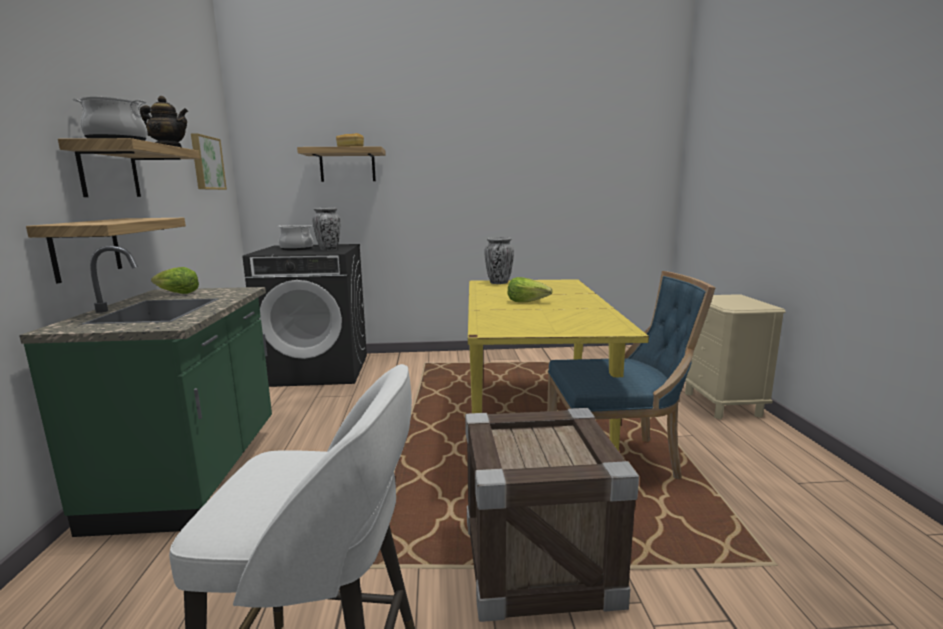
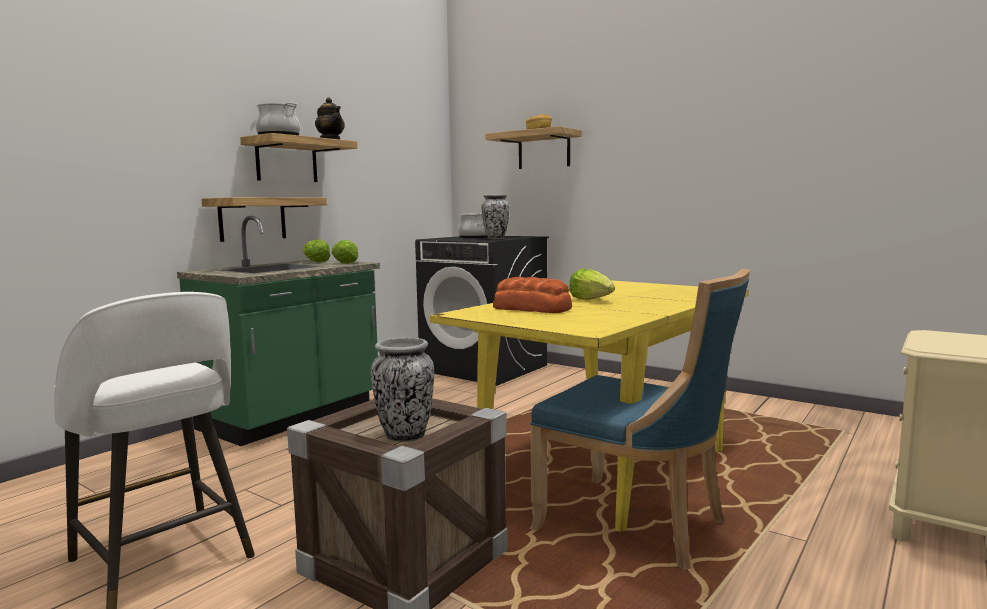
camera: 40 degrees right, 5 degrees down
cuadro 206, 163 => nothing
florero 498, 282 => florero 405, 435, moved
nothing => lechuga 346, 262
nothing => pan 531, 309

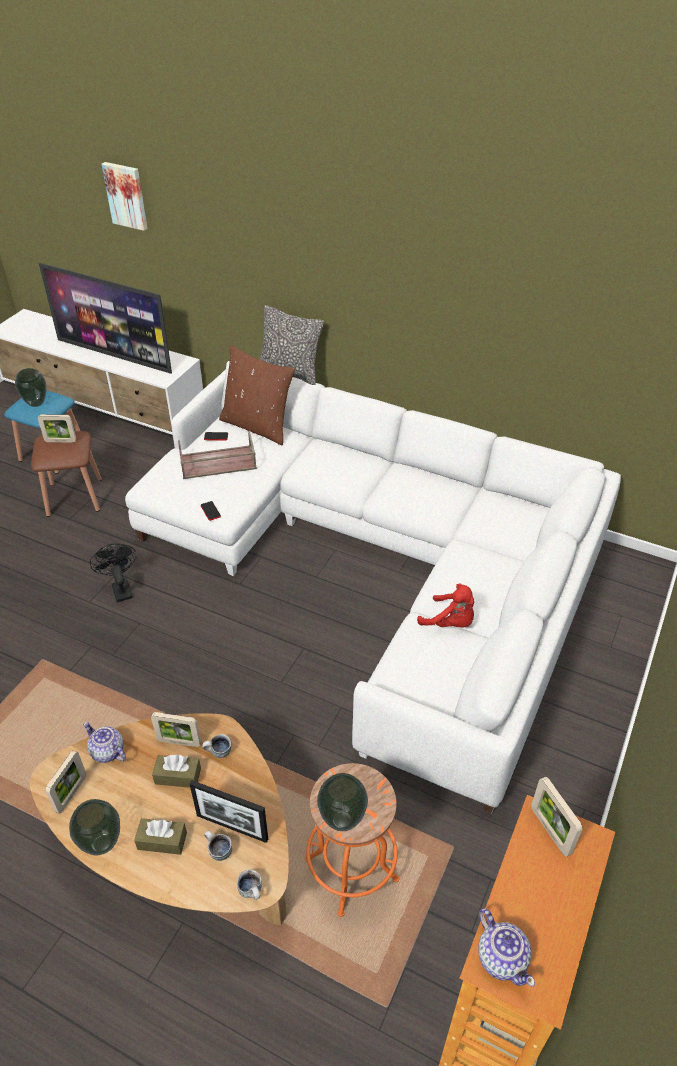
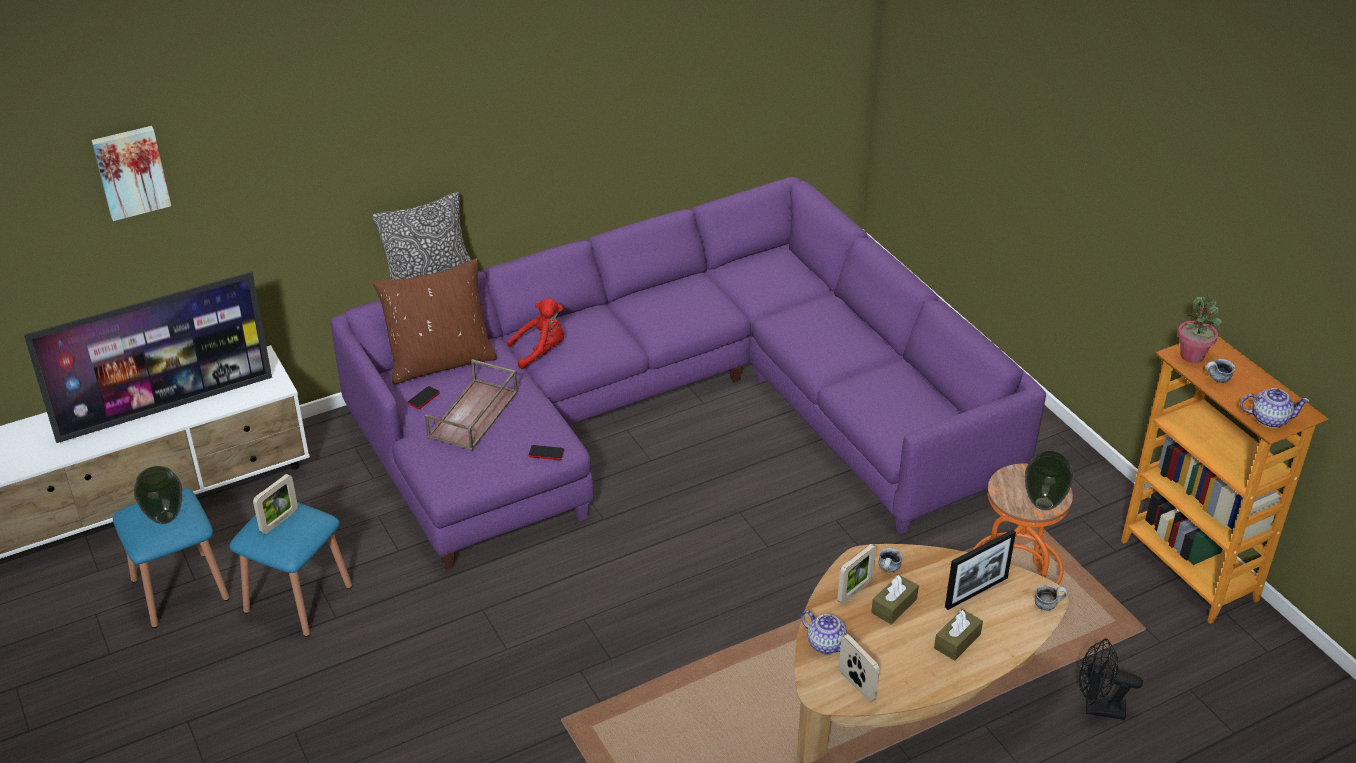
camera: 55 degrees left, 5 degrees down
taburete (marrón) 74, 497 => taburete (azul) 298, 598
florero 103, 844 => nothing
tetera 107, 752 => tetera 826, 644, 120 degrees counterclockwise
ventilador (negro) 120, 588 => ventilador (negro) 1098, 708, moved
sofá (blanco) 383, 563 => sofá (morado) 681, 407
taza grande 218, 851 => taza grande 1216, 380, moved
peluche (rojo) 450, 622 => peluche (rojo) 541, 351, moved
portarretratos 550, 831 => planta en maceta 1192, 356

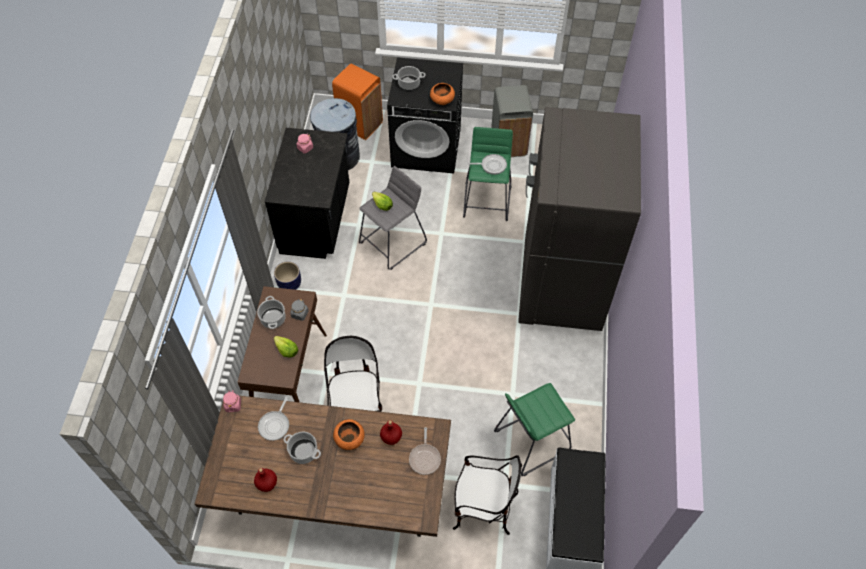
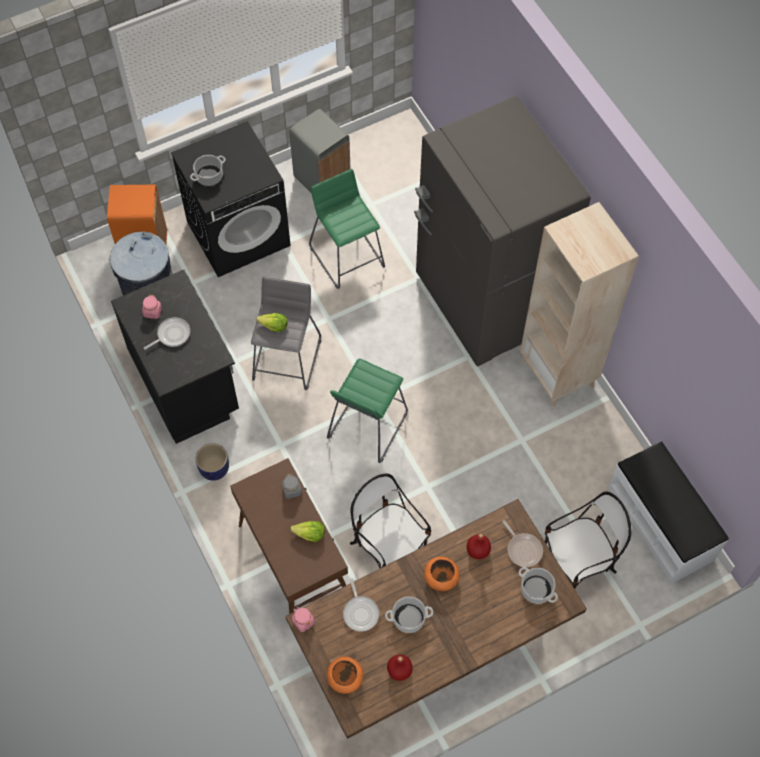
camera: 35 degrees left, 5 degrees up
olla 273, 318 => olla 536, 589, moved
cuenco (naranja) 442, 100 => cuenco (naranja) 345, 678, moved
sartén 492, 165 => sartén 172, 335, moved
taburete (verde) 531, 441 => taburete (verde) 367, 426, moved
nothing => estantería (beis) 558, 374

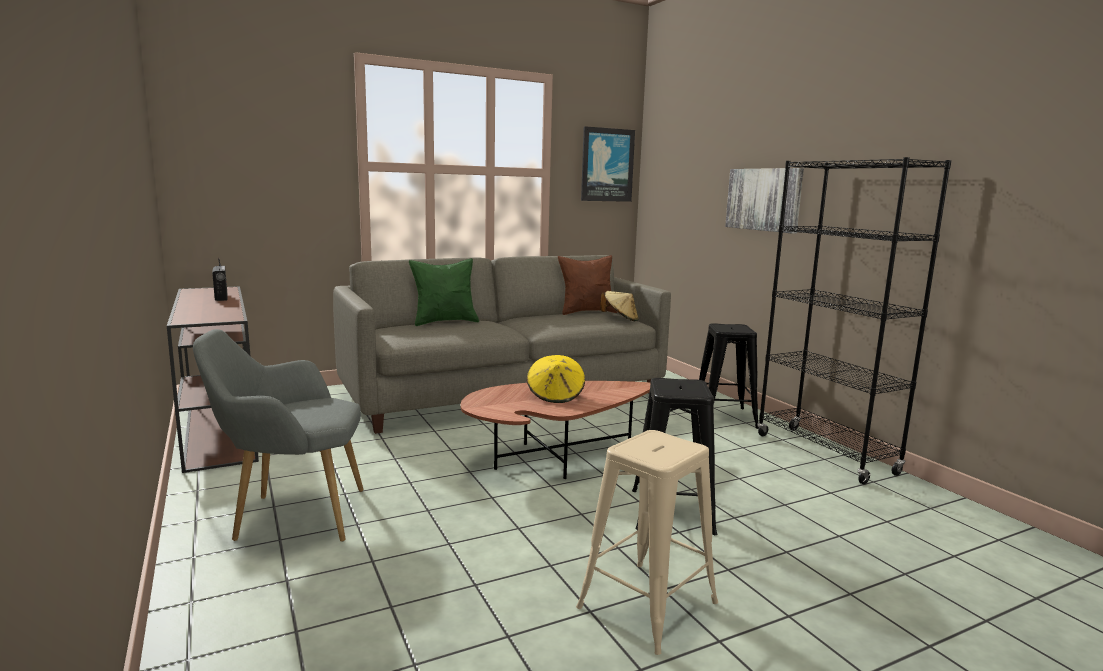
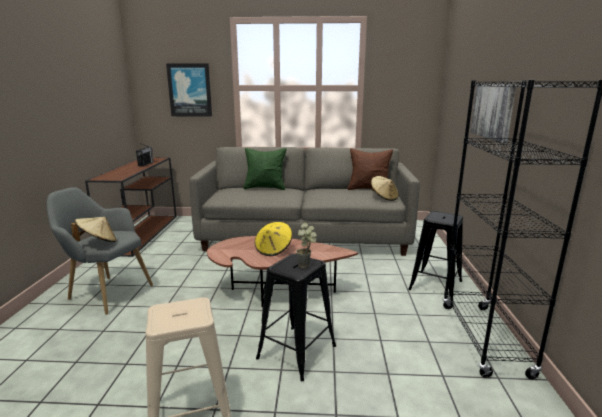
camera: 30 degrees right, 5 degrees up
cuadro 607, 165 => cuadro 190, 90, moved
nothing => sombrero (beis) 97, 243
nothing => planta en maceta 307, 266

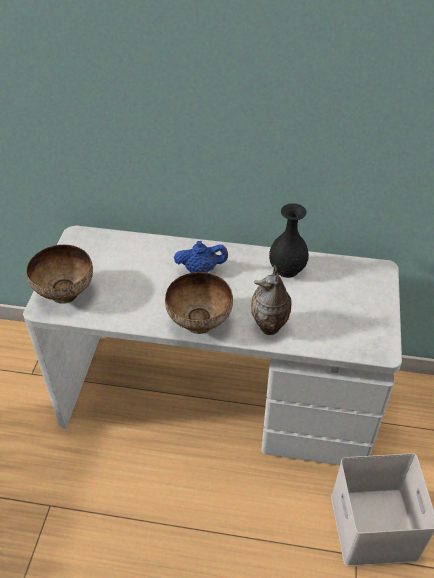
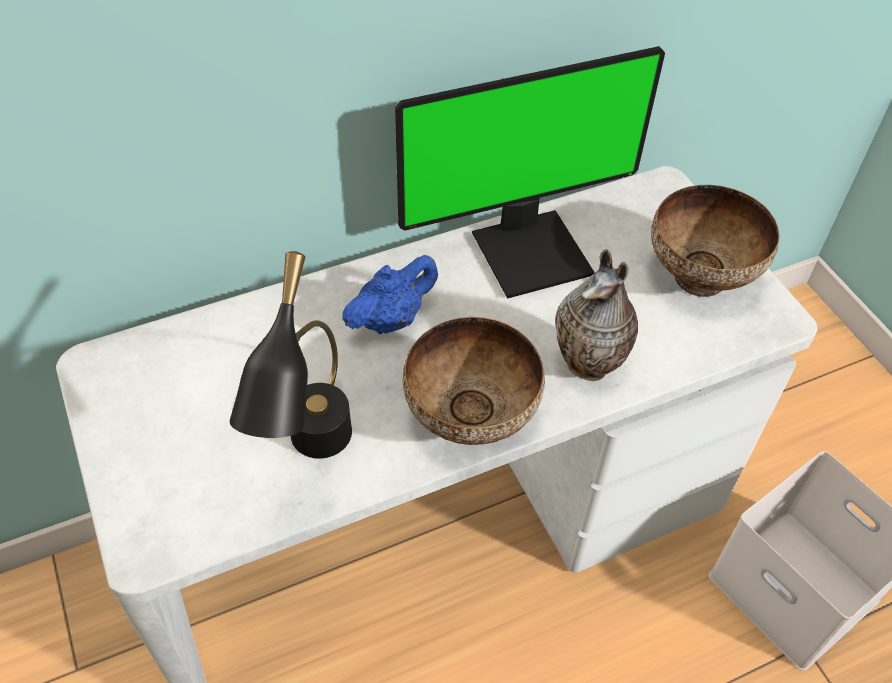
camera: 35 degrees left, 5 degrees up
cuenco 66, 293 => cuenco 701, 277, moved
florero (negro) 287, 269 => monitor 530, 250
nothing => lámpara de mesa (negro) 312, 458

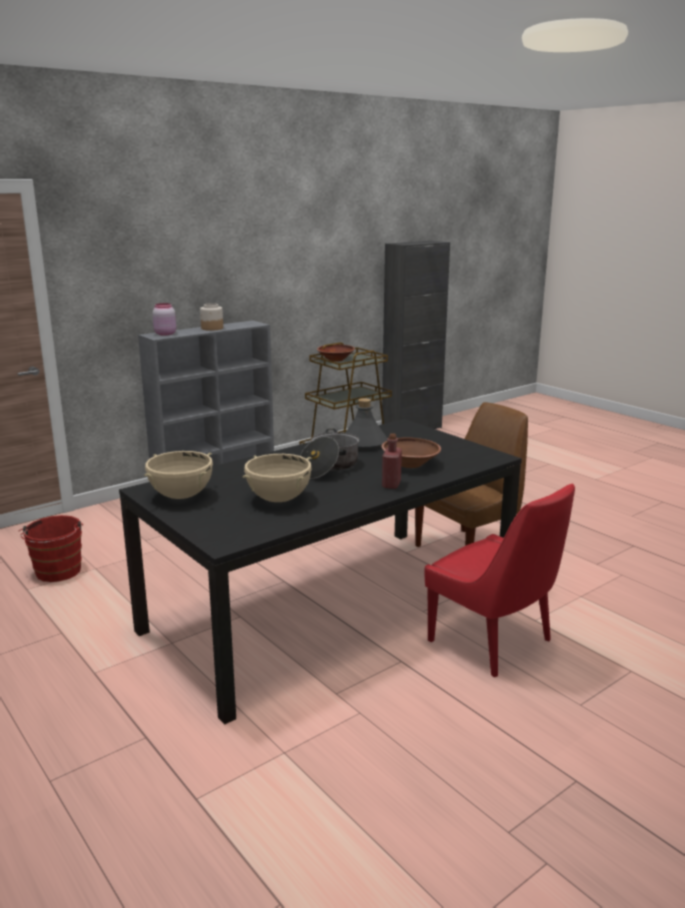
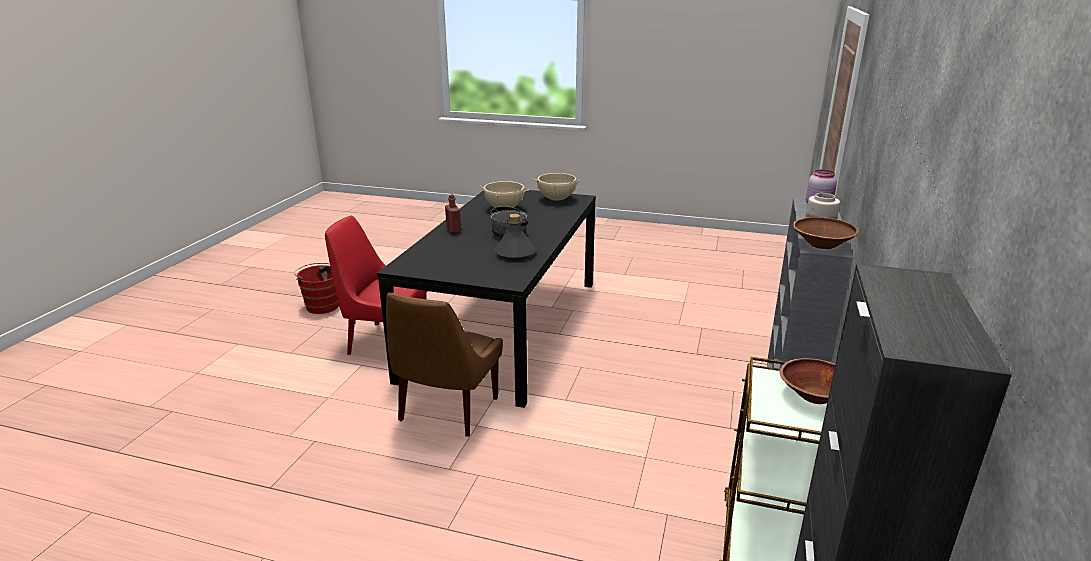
camera: 145 degrees right, 5 degrees up
cubo (rojo) 57, 573 => cubo (rojo) 321, 305, moved
cuenco (marrón) 410, 464 => cuenco (marrón) 822, 245, moved

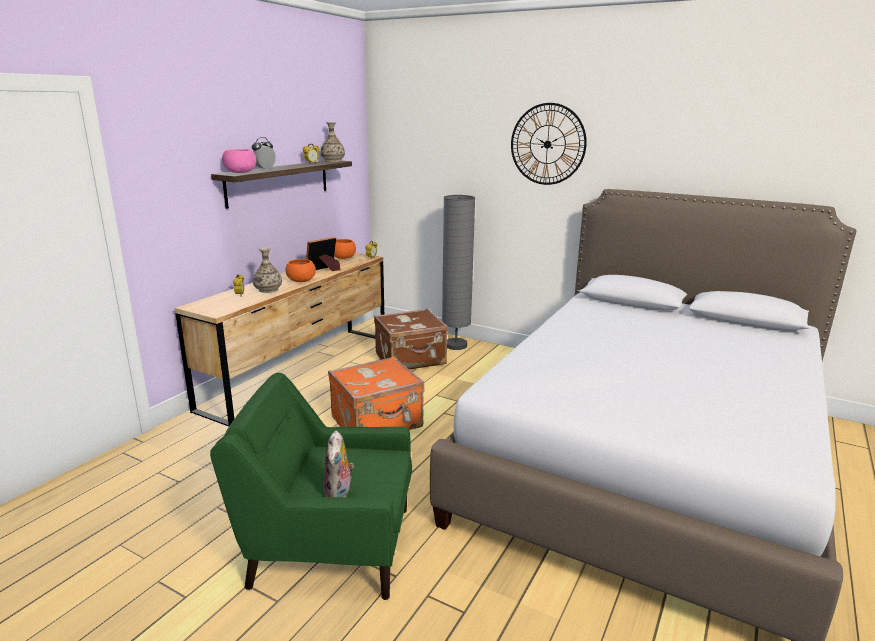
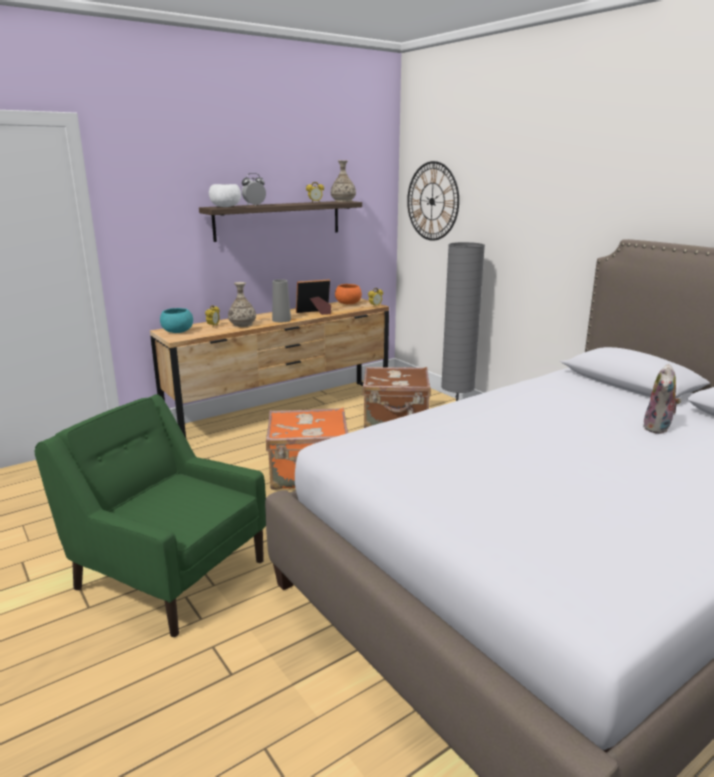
camera: 25 degrees right, 0 degrees up
cuenco (rosa) 240, 172 => cuenco (blanco) 226, 207
cuenco (naranja) 301, 281 => florero (gris) 281, 320
peluche 339, 494 => peluche 658, 428, moved
reloj de pared 547, 144 => reloj de pared 432, 201, moved
nothing => cuenco (turquesa) 177, 332

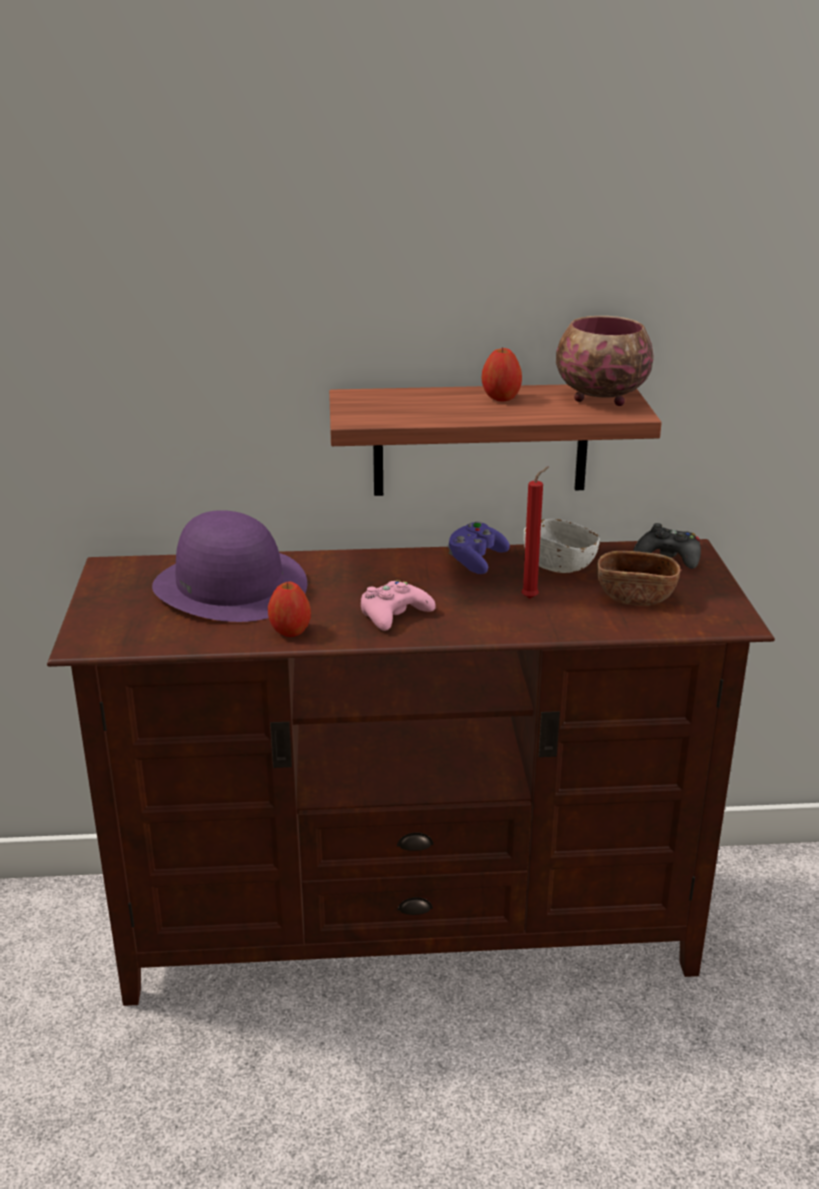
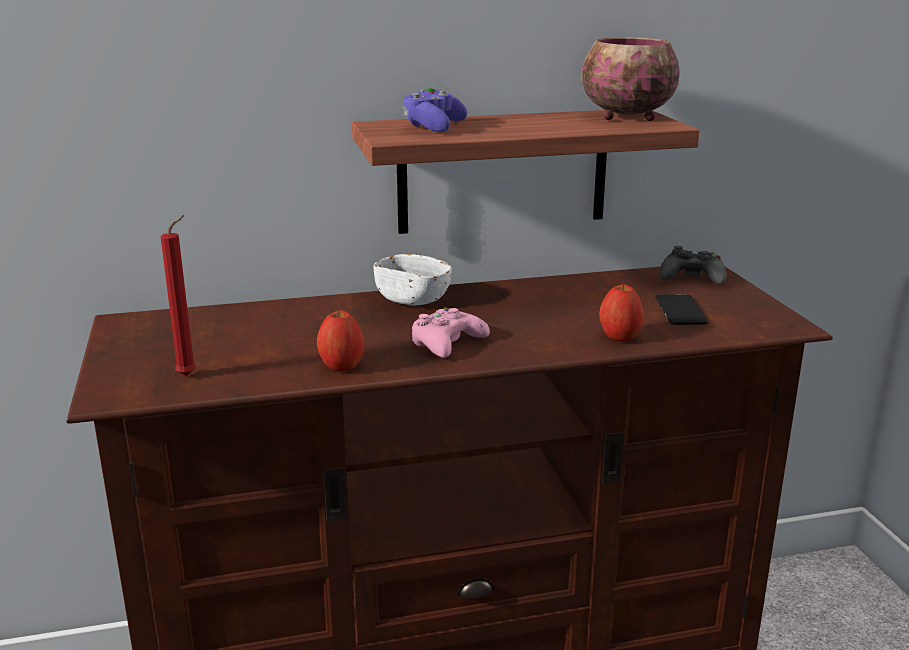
camera: 10 degrees left, 5 degrees down
sombrero (morado) 231, 586 => nothing
mando de consola (morado) 476, 561 => mando de consola (morado) 433, 127, moved
manzana 501, 398 => manzana 619, 337, moved
vela (rojo) 532, 598 => vela (rojo) 190, 375, moved
cuenco (blanco) 559, 564 => cuenco (blanco) 412, 299, moved
cuenco (marrón) 635, 596 => móvil 680, 311

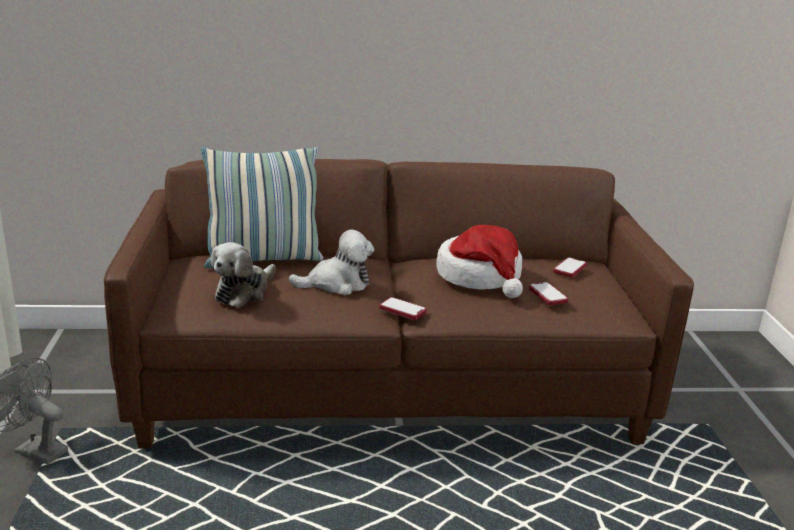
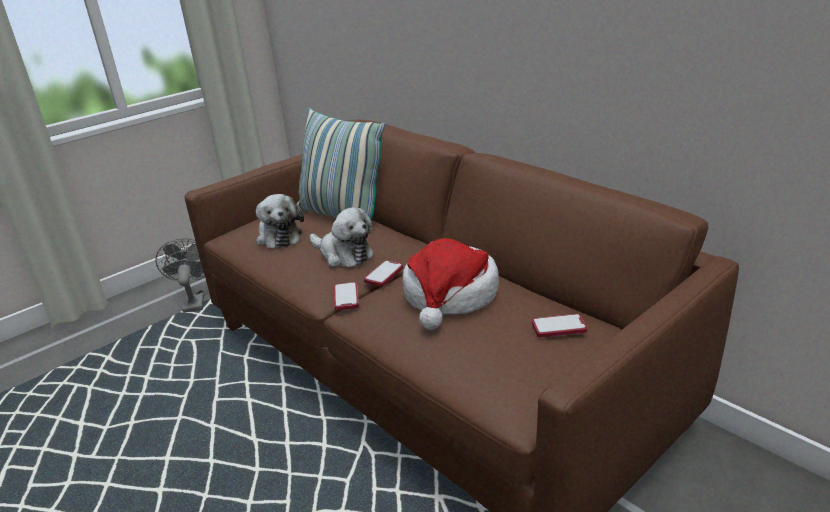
camera: 55 degrees right, 5 degrees up
peluche 244, 292 => peluche 279, 236, 105 degrees counterclockwise
móvil 548, 295 => móvil 384, 275, moved

